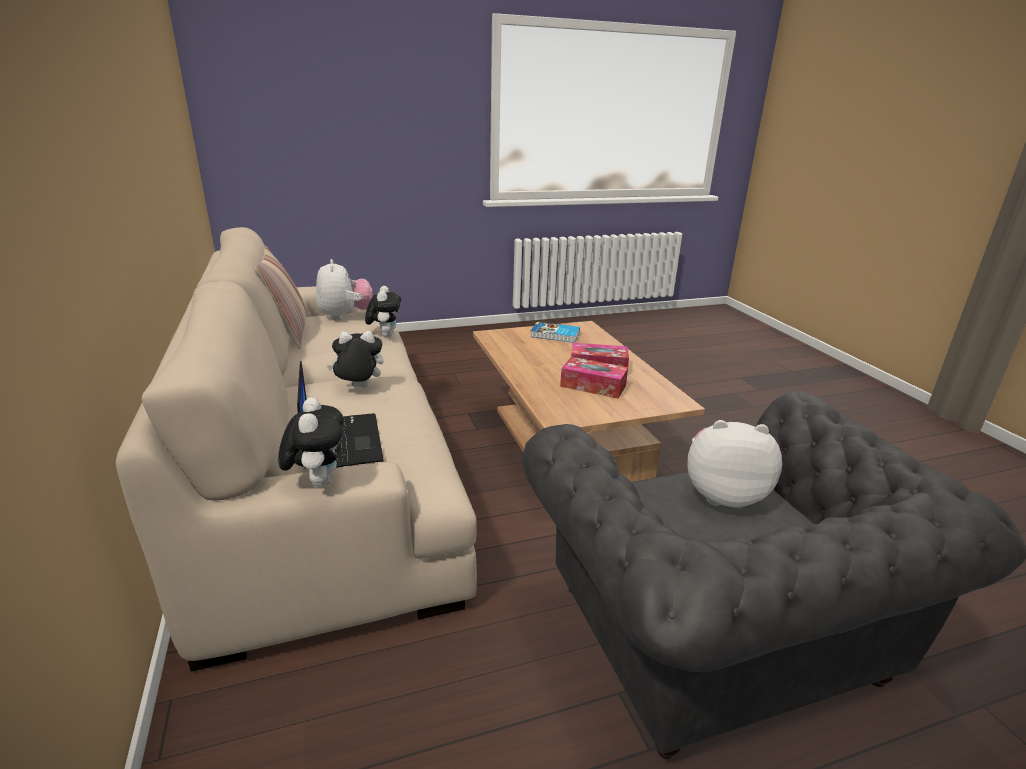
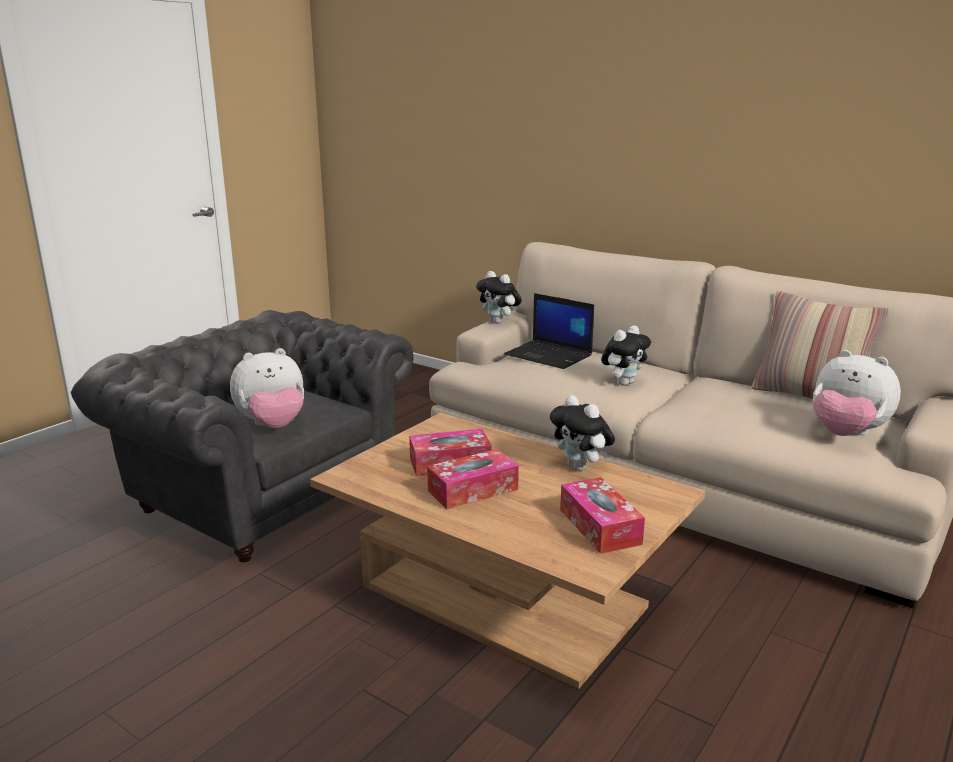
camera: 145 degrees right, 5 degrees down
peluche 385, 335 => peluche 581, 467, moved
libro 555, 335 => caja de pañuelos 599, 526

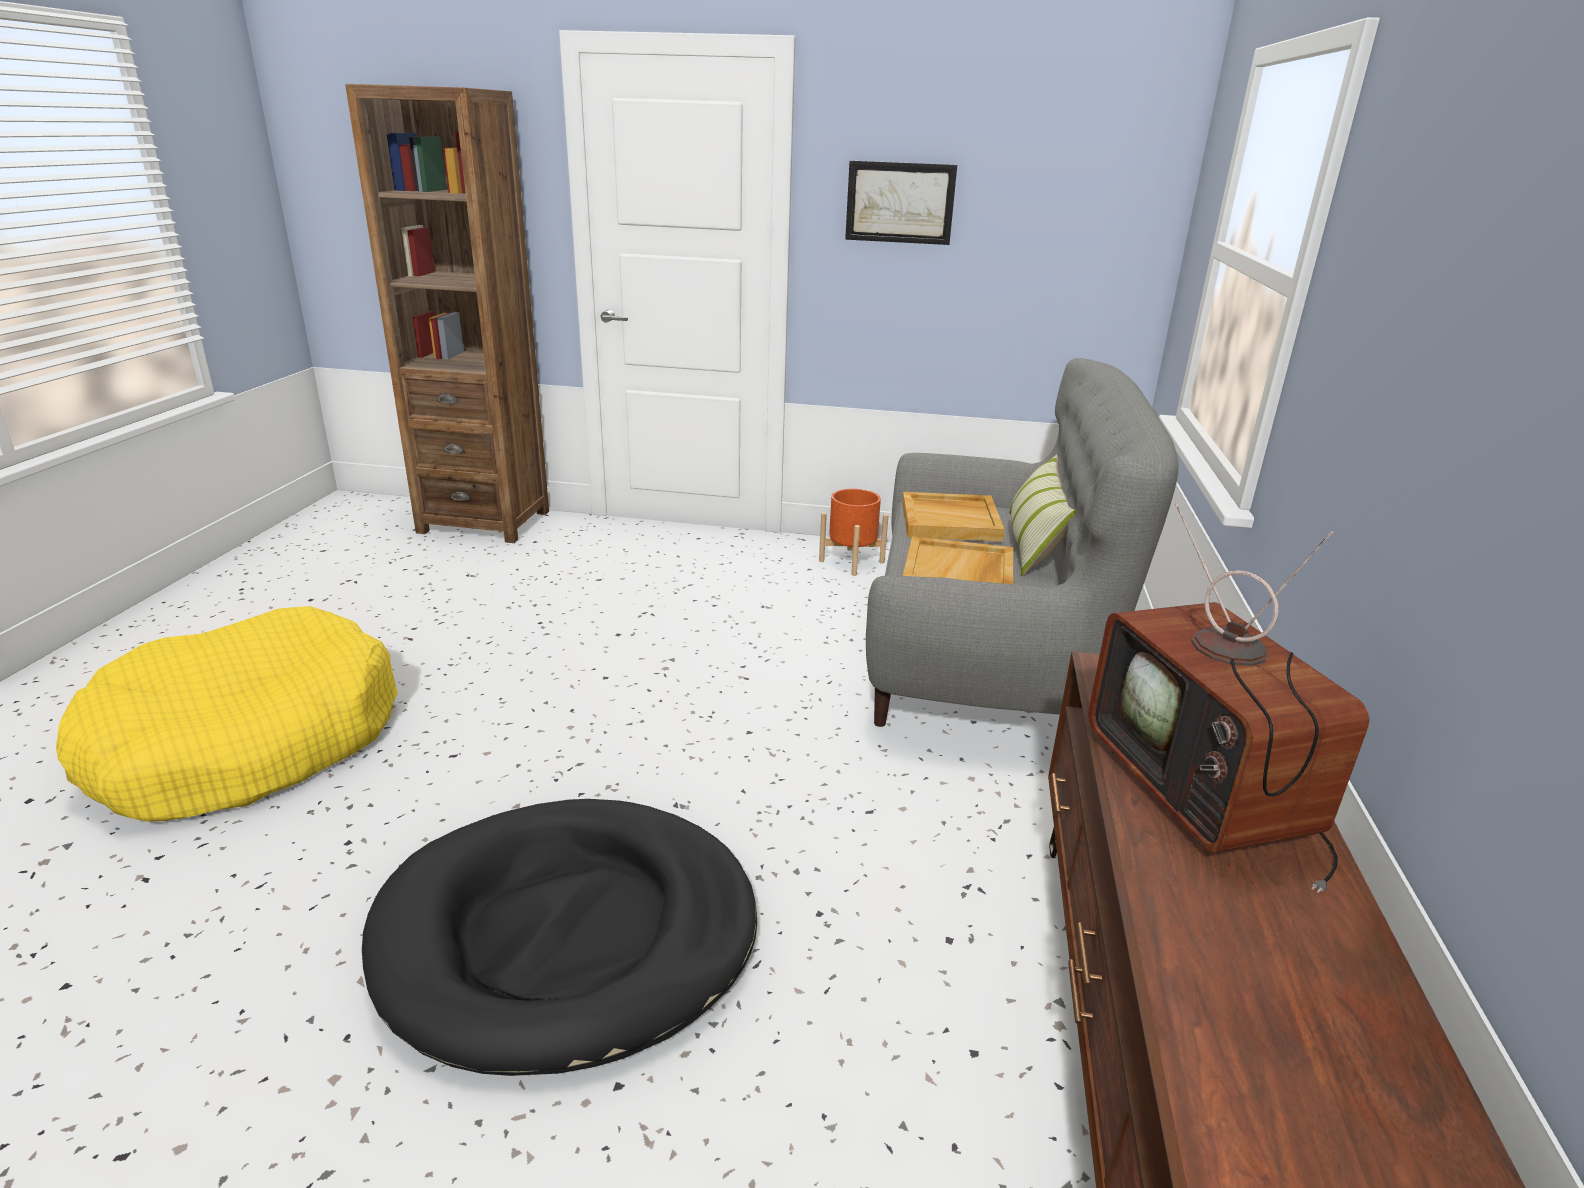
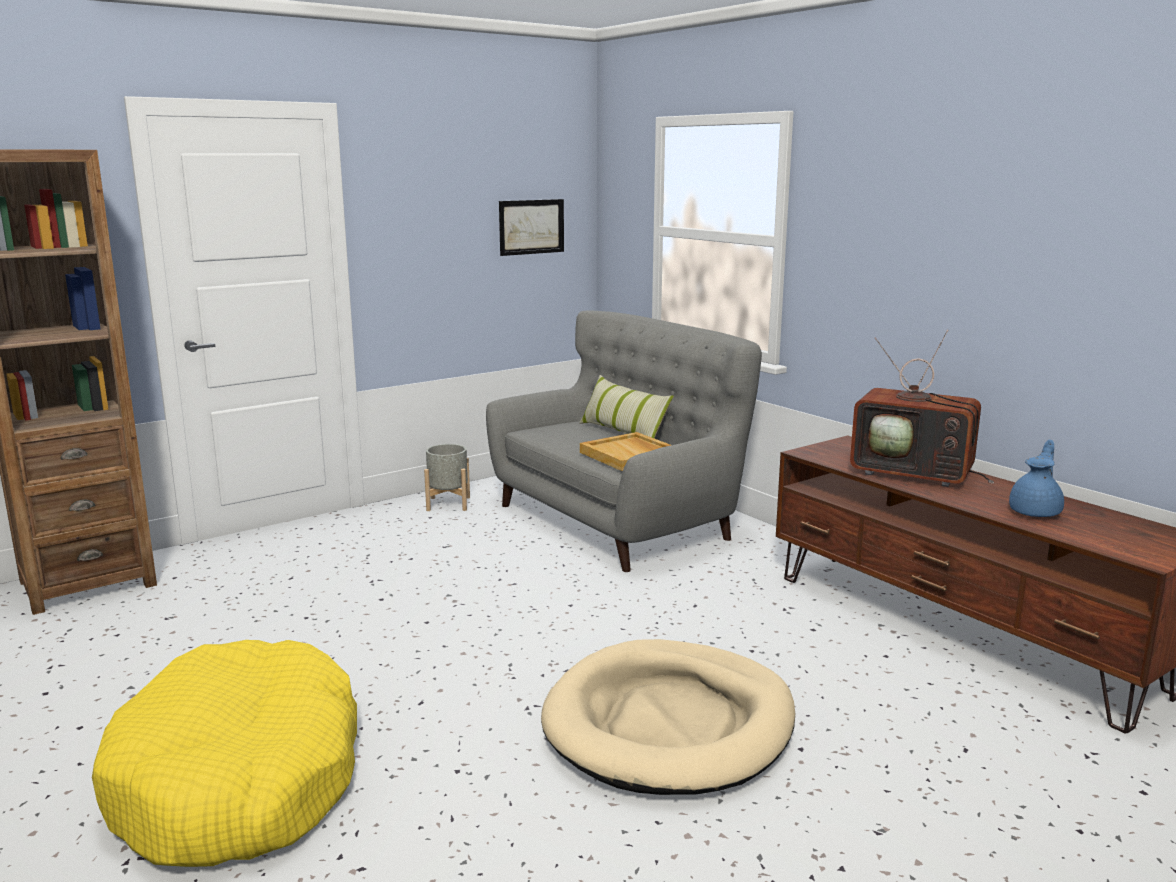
camera: 45 degrees left, 10 degrees down
cama para perro (negro) 568, 936 => cama para perro (beis) 670, 724
maceta (naranja) 851, 561 => maceta (gris) 448, 504
cuadro 900, 202 => cuadro 531, 227, moved
bandeja (beis) 951, 521 => nothing
nothing => tetera (azul) 1036, 512

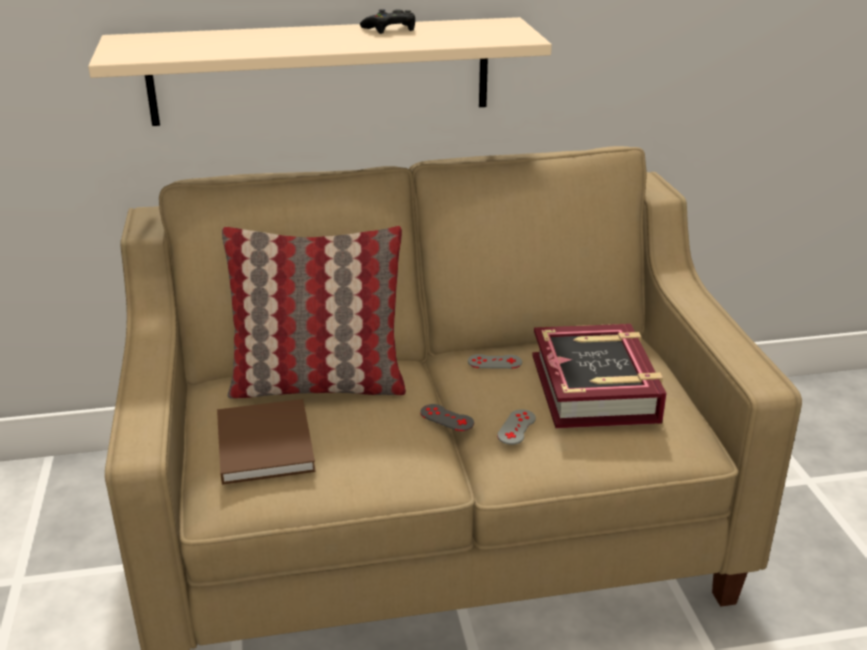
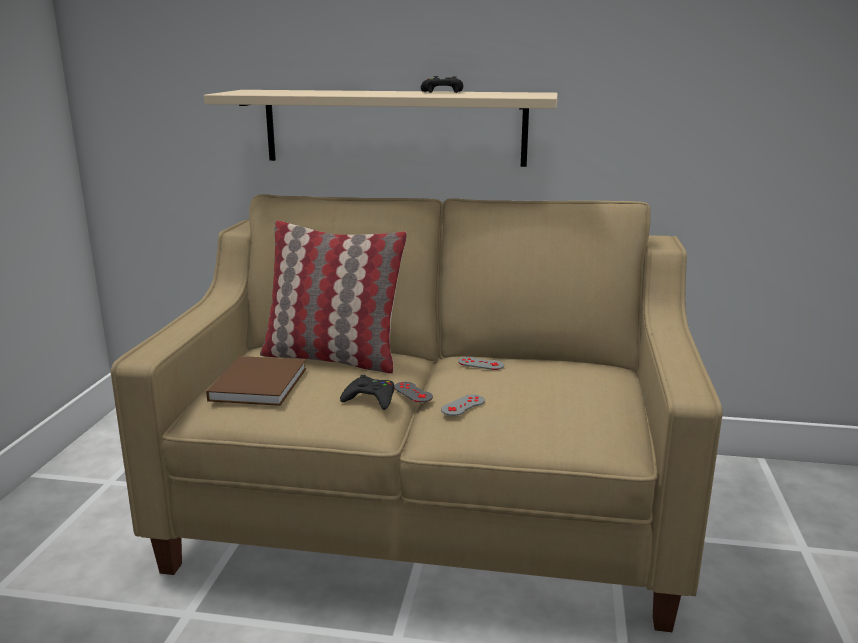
camera: 20 degrees right, 10 degrees down
libro 595, 388 => nothing
nothing => mando de consola (negro) 370, 398

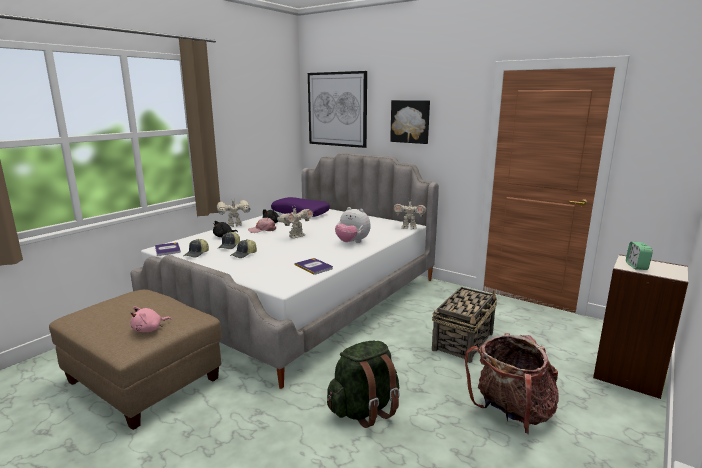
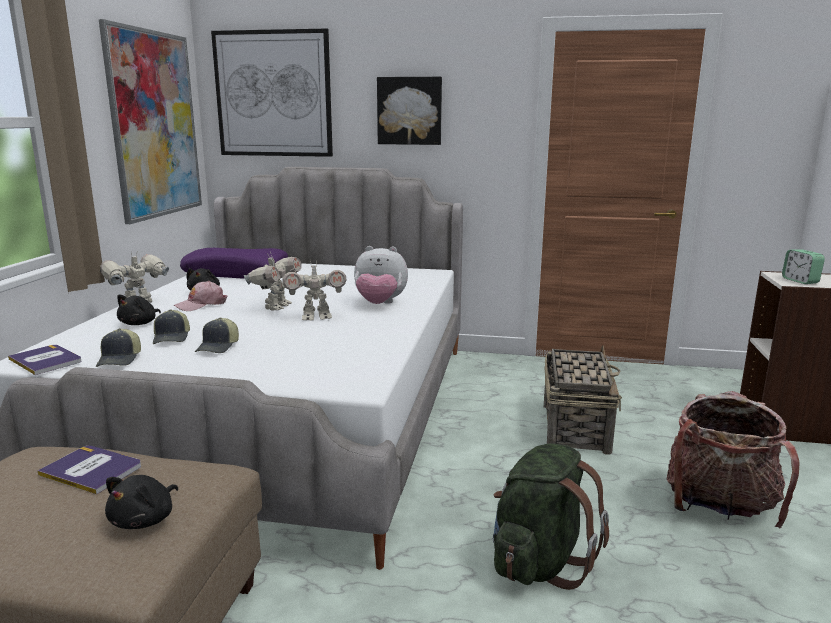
camera: 25 degrees left, 0 degrees up
peluche (rosa) 149, 329 => peluche (negro) 145, 520
libro 314, 267 => libro 92, 470, moved
robot de juguete 409, 228 => robot de juguete 316, 318, moved
nothing => cuadro 155, 125

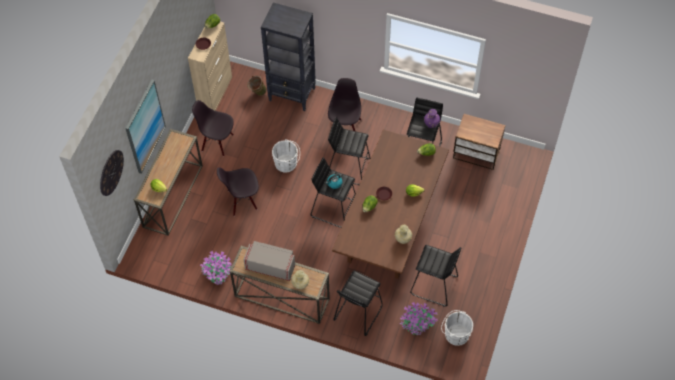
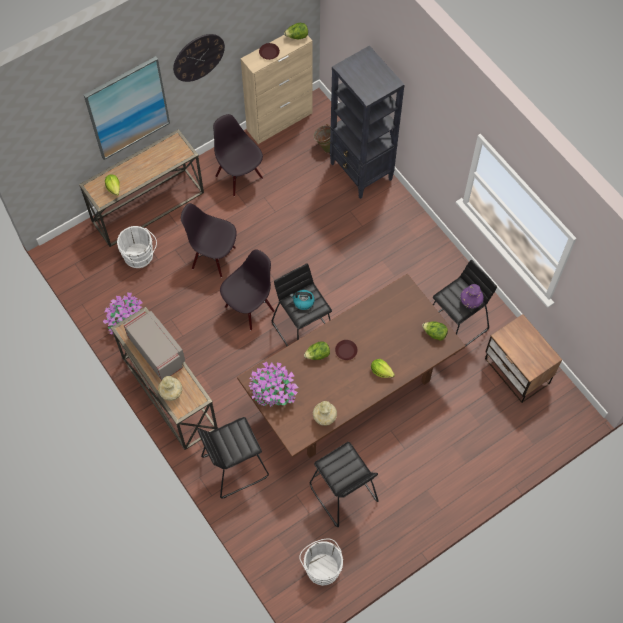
camera: 35 degrees right, 5 degrees up
reloj de pared 111, 172 => reloj de pared 198, 57, moved
cubo (blanco) 287, 163 => cubo (blanco) 140, 257, moved
silla (negro) 345, 127 => silla (negro) 249, 308, moved
taburete (negro) 348, 167 => nothing
planta en maceta 417, 323 => planta en maceta 273, 392, moved

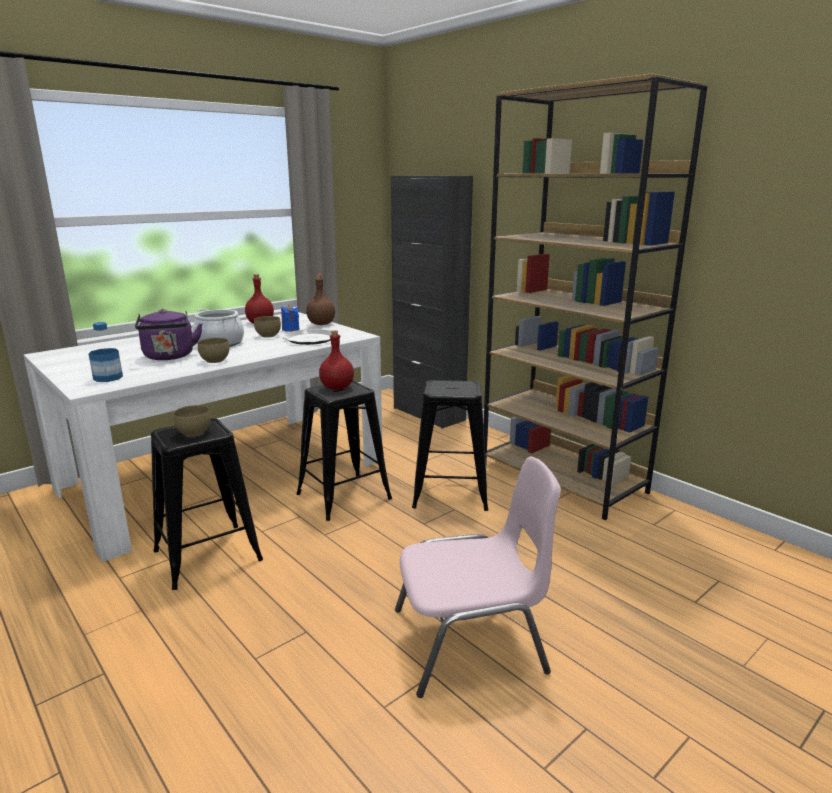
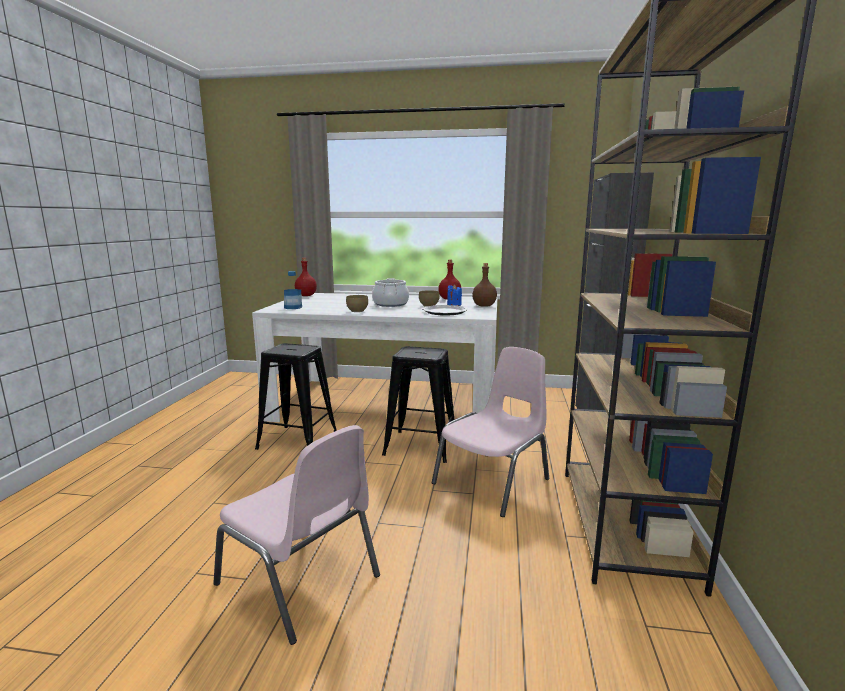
camera: 50 degrees right, 5 degrees down
hervidor (morado) 169, 357 => nothing
cuenco (marrón) 193, 432 => nothing
botella (rojo) 337, 387 => botella (rojo) 306, 295, moved
taburete (negro) 450, 493 => silla (rosa) 493, 481

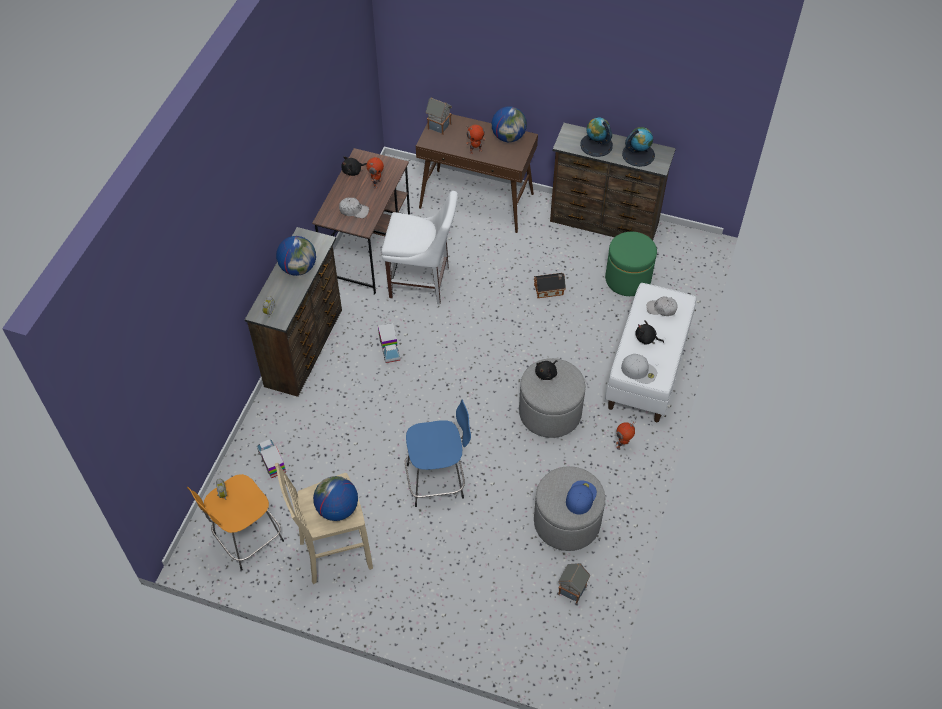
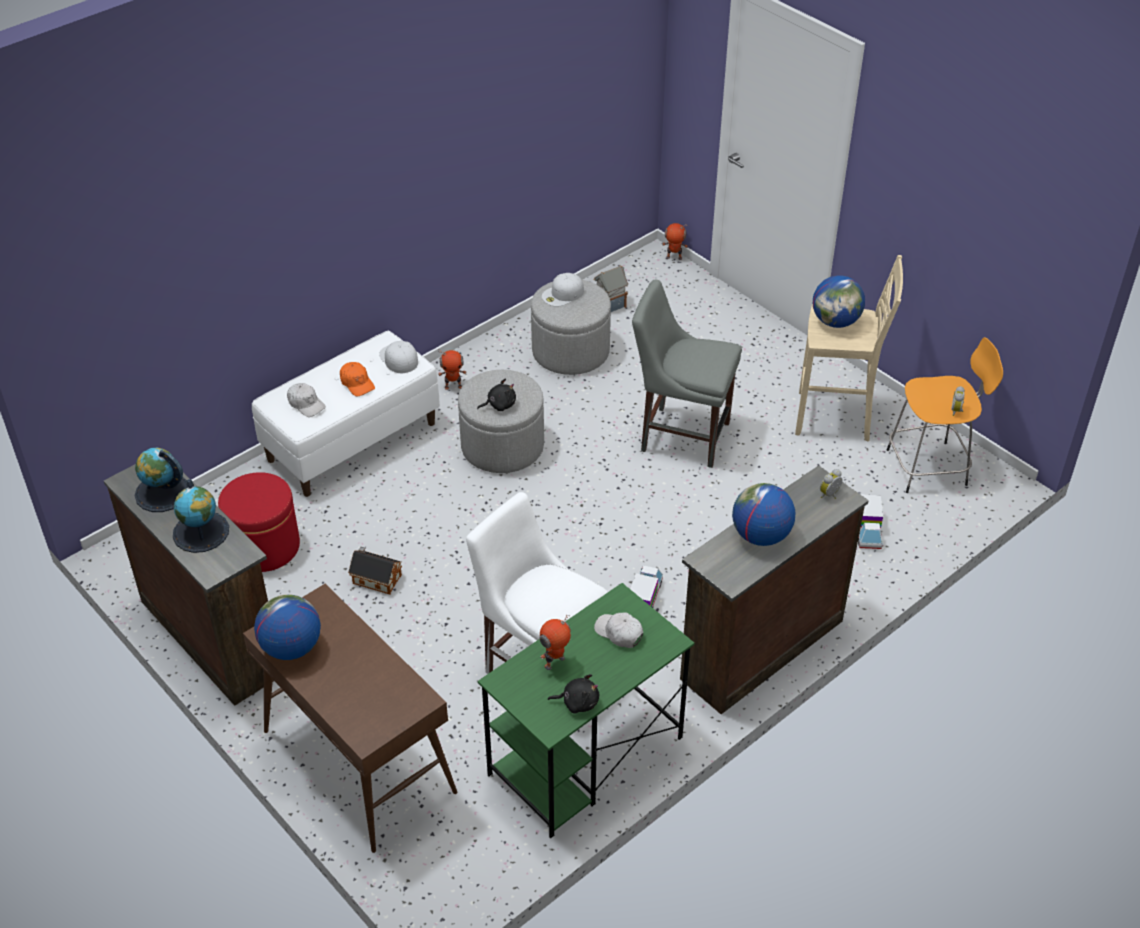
camera: 150 degrees left, 10 degrees down
escritorio (marrón) 368, 250 => escritorio (verde) 584, 757
taburete (azul) 437, 481 => silla (gris) 680, 435
casita 438, 126 => nothing
robot de juguete 475, 151 => robot de juguete 674, 258, moved
gorra (azul) 580, 497 => gorra (blanco) 563, 294
puf (verde) 628, 279 => puf (rojo) 264, 547
peluche (negro) 646, 339 => gorra (naranja) 357, 383

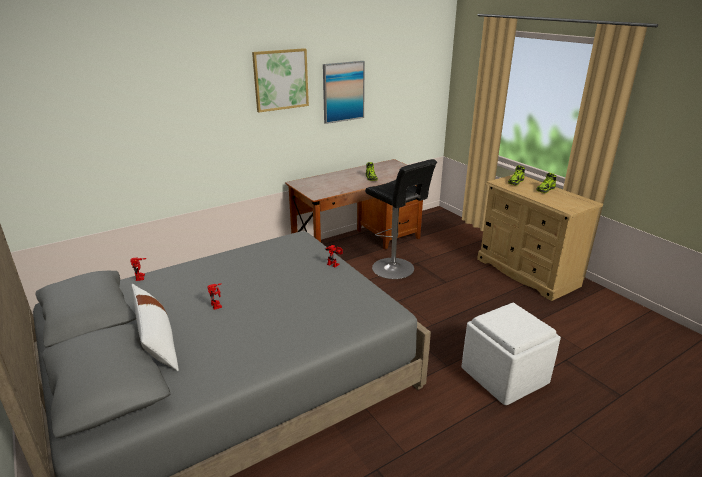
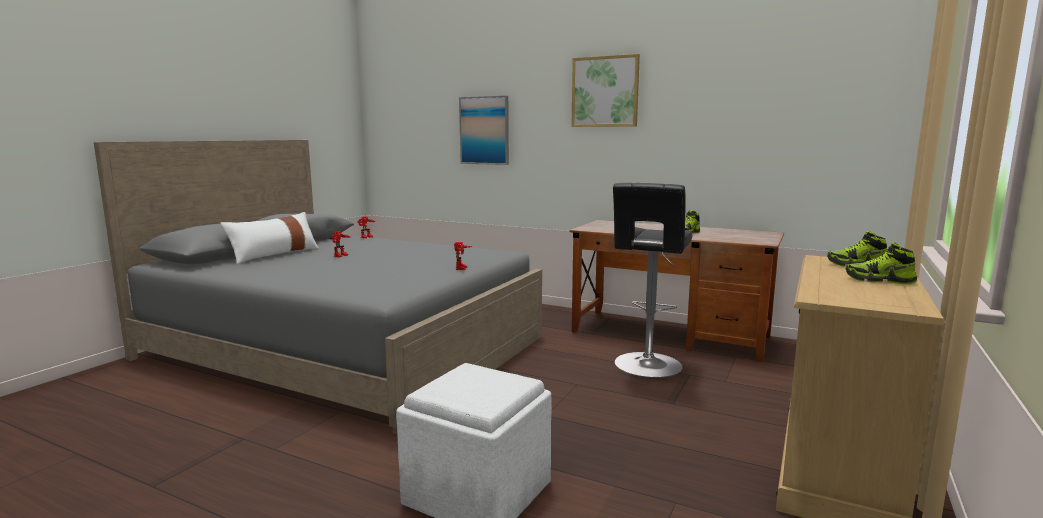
camera: 60 degrees right, 15 degrees down
cuadro 343, 92 => cuadro 484, 130, moved

